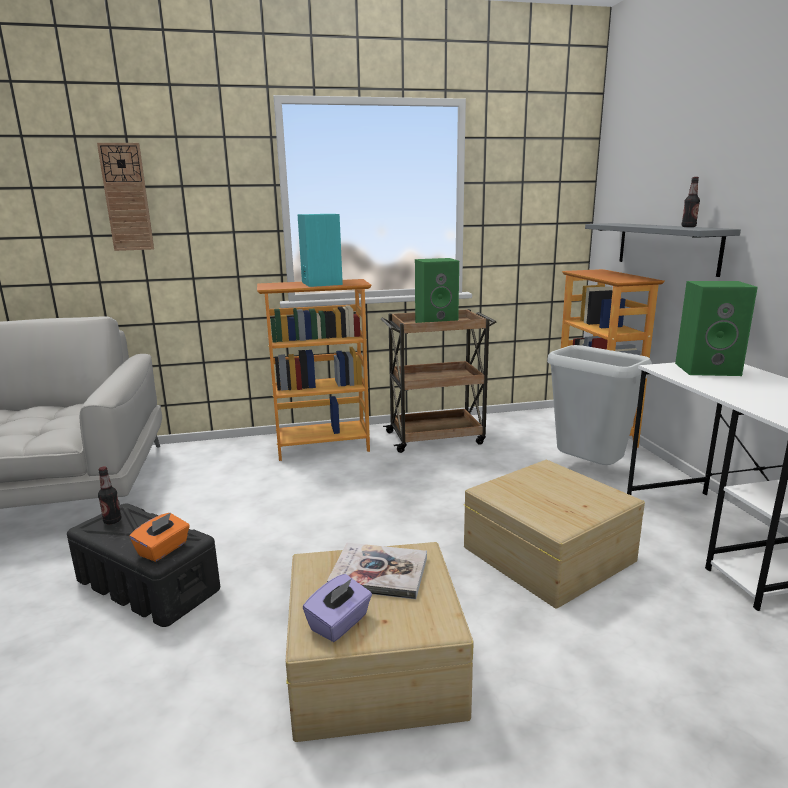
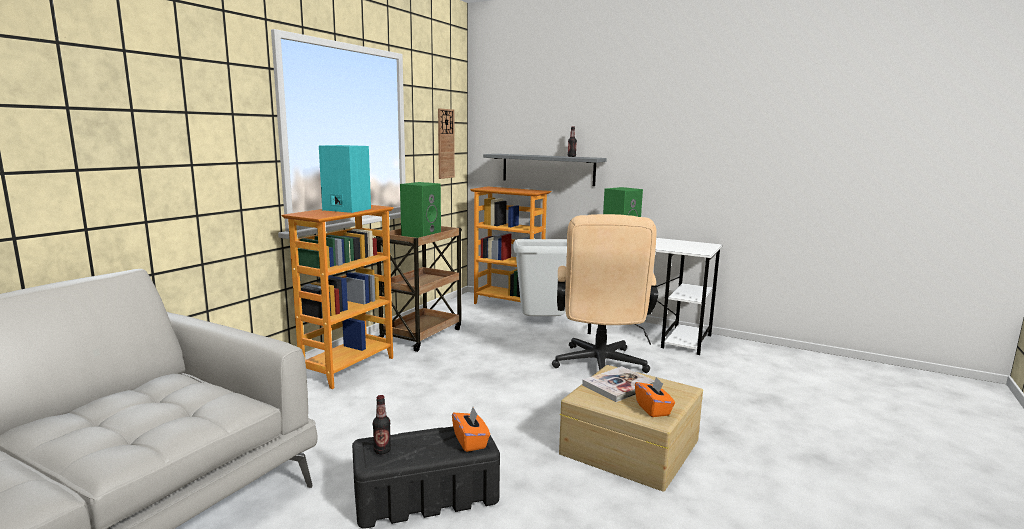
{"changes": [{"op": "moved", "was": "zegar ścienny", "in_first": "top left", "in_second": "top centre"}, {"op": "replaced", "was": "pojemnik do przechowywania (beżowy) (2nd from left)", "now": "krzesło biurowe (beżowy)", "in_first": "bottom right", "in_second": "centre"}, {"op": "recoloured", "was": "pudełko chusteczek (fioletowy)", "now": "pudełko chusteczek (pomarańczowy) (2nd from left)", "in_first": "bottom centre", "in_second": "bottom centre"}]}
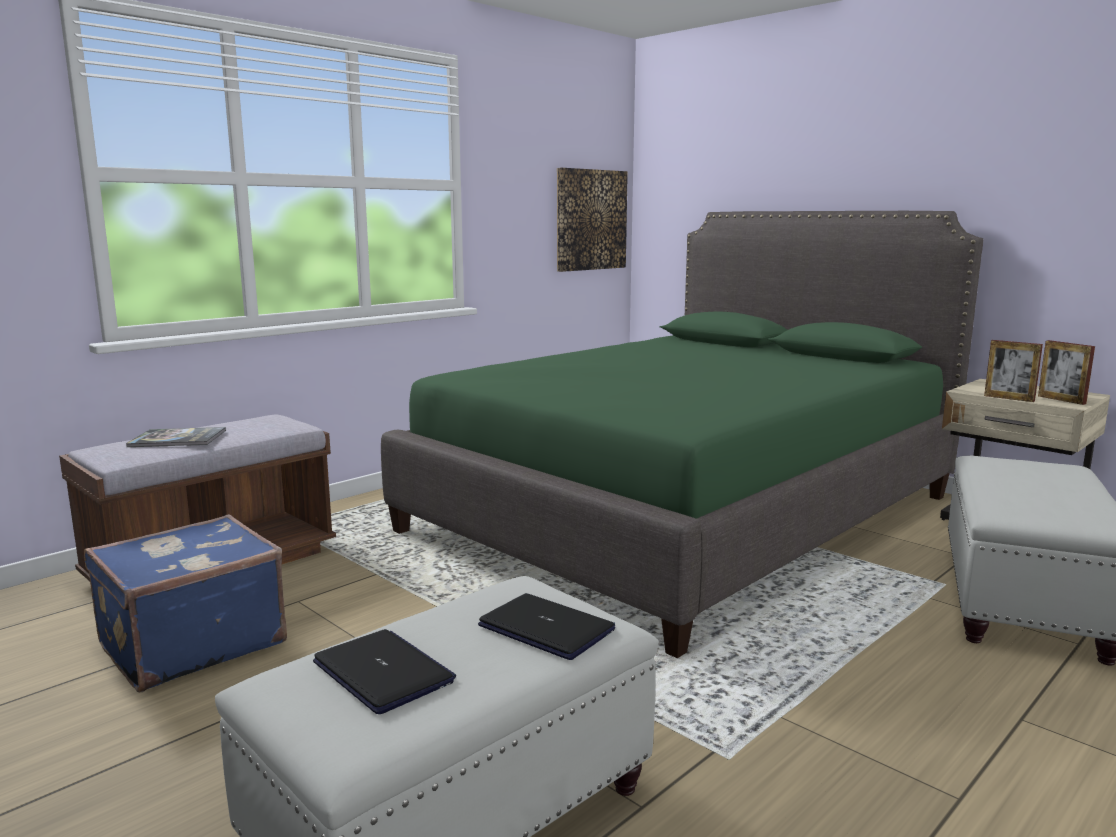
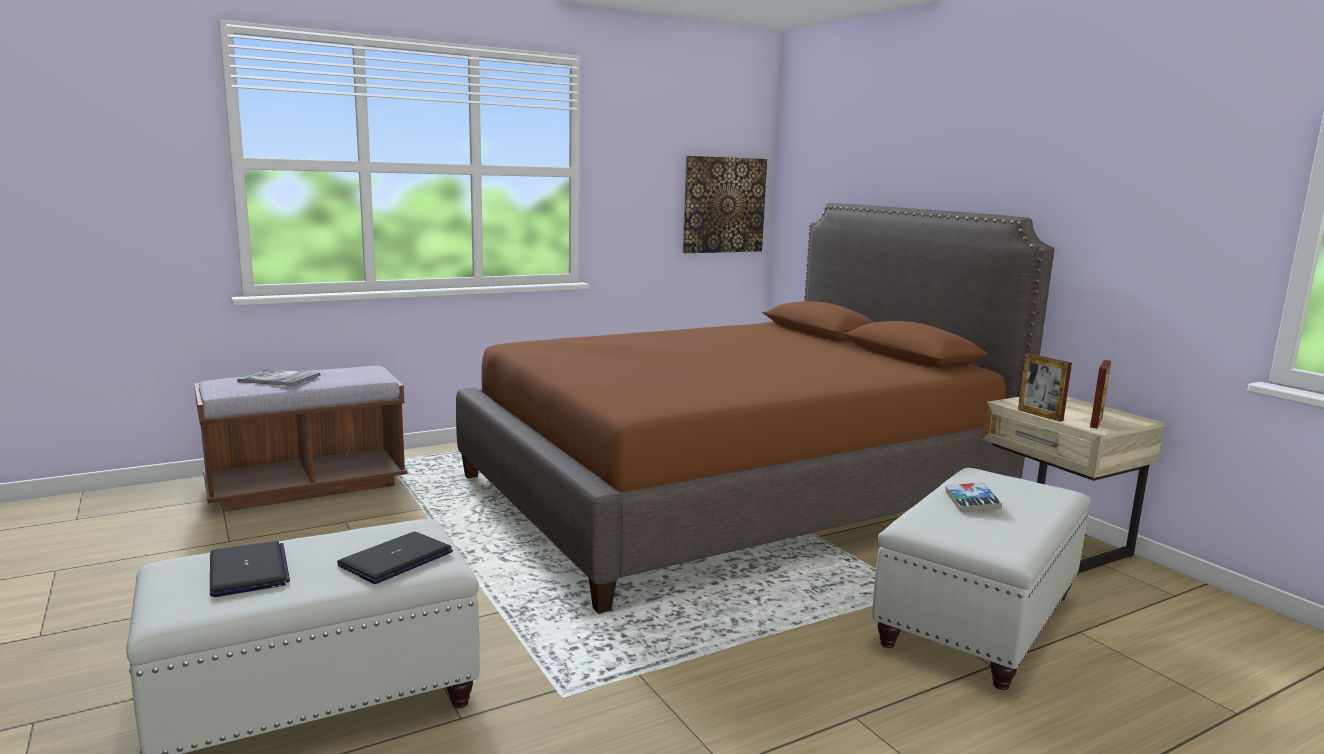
{"changes": [{"op": "turned", "was": "laptop (2nd from left)", "in_first": "bottom centre", "in_second": "bottom left", "clockwise": -105}, {"op": "recoloured", "was": "łóżko (zielony)", "now": "łóżko (brązowy)", "in_first": "centre", "in_second": "centre"}, {"op": "added", "now": "książka (2nd from left)", "in_second": "middle right"}, {"op": "turned", "was": "ramka na zdjęcie (2nd from left)", "in_first": "middle right", "in_second": "middle right", "clockwise": -135}, {"op": "removed", "was": "walizka (niebieski)", "in_first": "bottom left"}]}
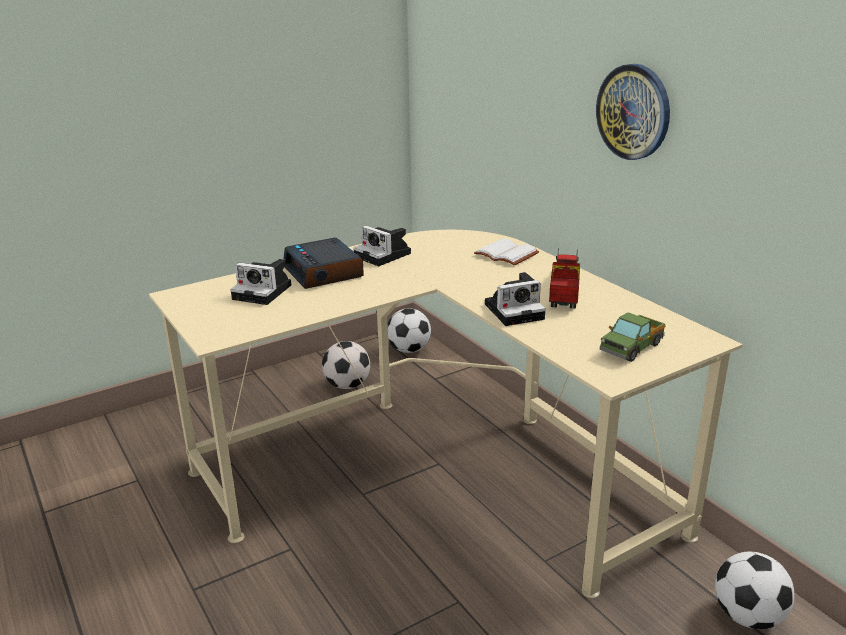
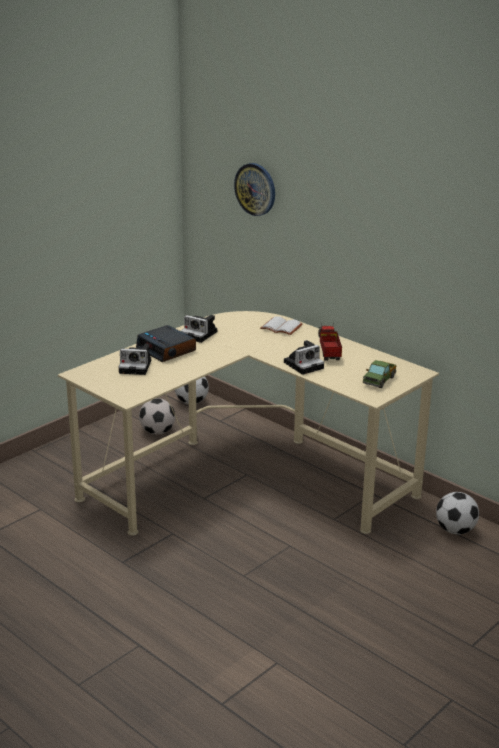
{"changes": [{"op": "moved", "was": "zegar ścienny", "in_first": "top right", "in_second": "top centre"}]}
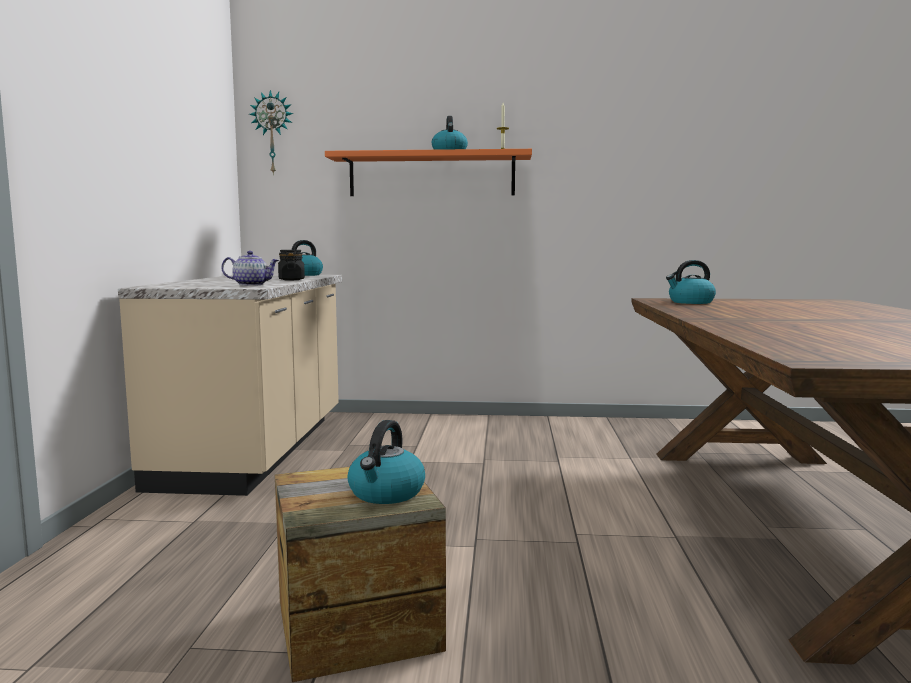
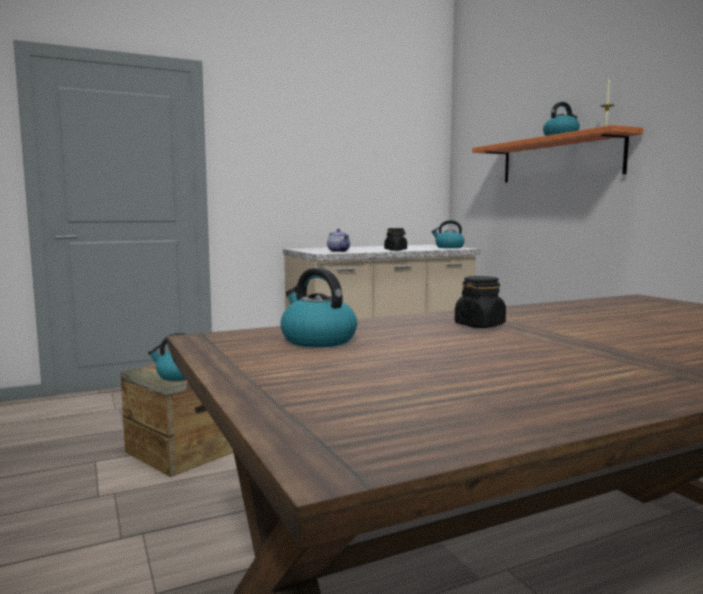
{"changes": [{"op": "moved", "was": "czajnik (4th from left in the first image)", "now": "czajnik (2nd from left)", "in_first": "middle right", "in_second": "centre"}, {"op": "added", "now": "słoik (czarny) (2nd from left)", "in_second": "middle right"}, {"op": "removed", "was": "zegar ścienny", "in_first": "top left"}]}
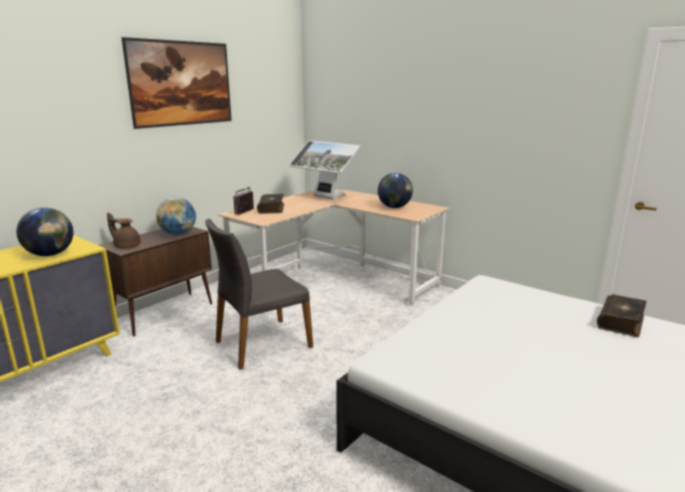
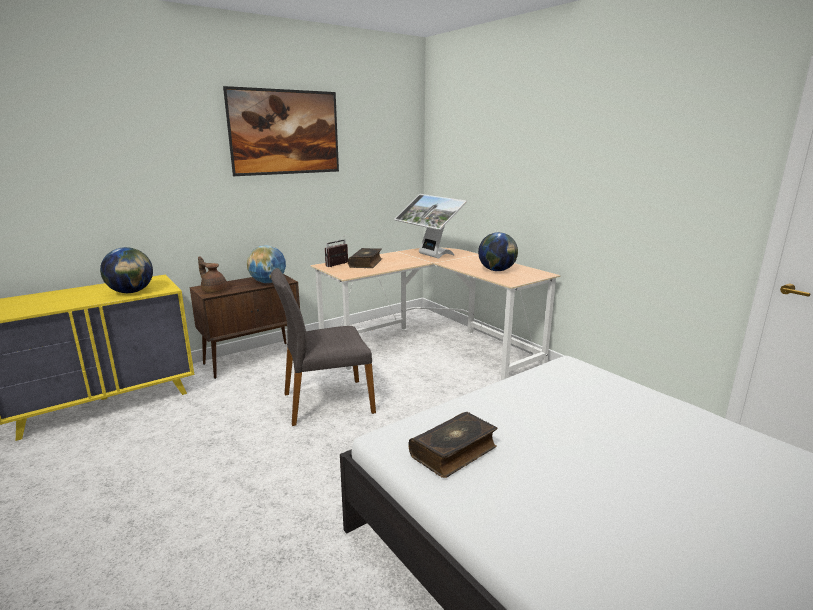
{"changes": [{"op": "moved", "was": "książka (2nd from left)", "in_first": "middle right", "in_second": "bottom centre"}]}
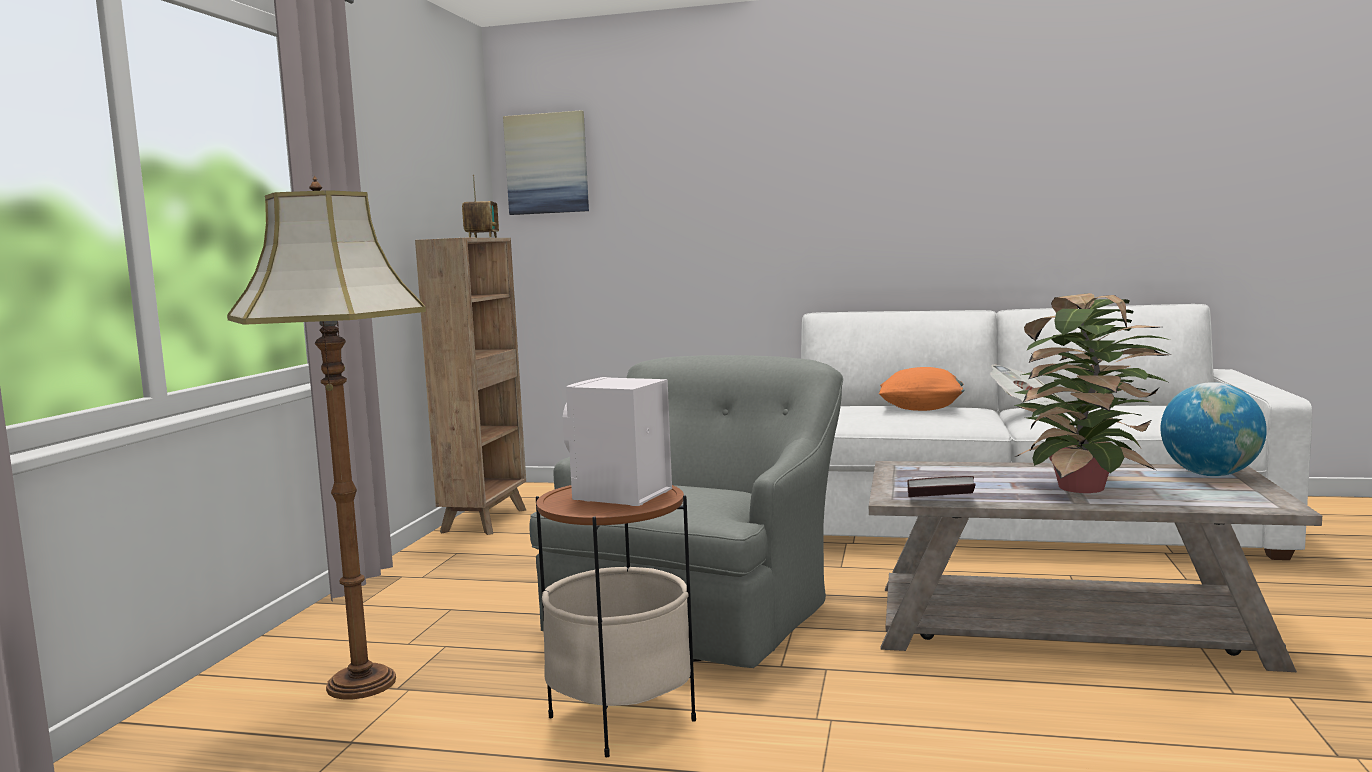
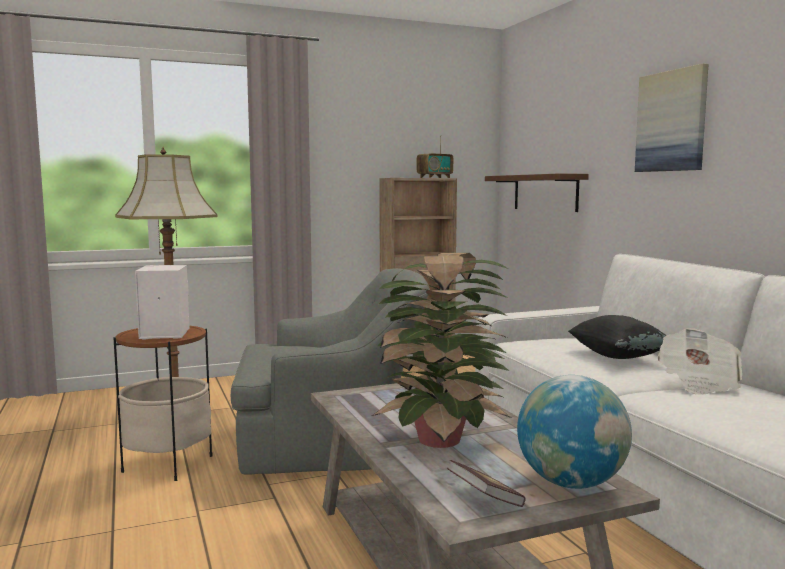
{"changes": [{"op": "moved", "was": "książka", "in_first": "middle right", "in_second": "bottom centre"}, {"op": "added", "now": "półka (brązowy)", "in_second": "middle right"}, {"op": "recoloured", "was": "poduszka (pomarańczowy)", "now": "poduszka (czarny)", "in_first": "middle right", "in_second": "middle right"}, {"op": "moved", "was": "obraz", "in_first": "top centre", "in_second": "top right"}]}
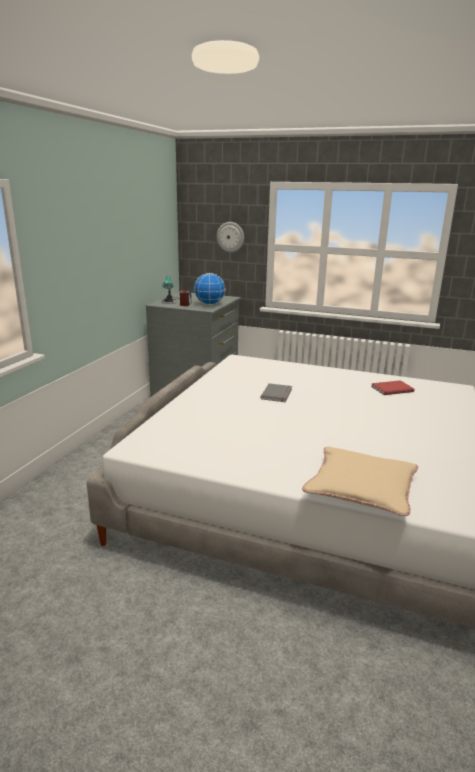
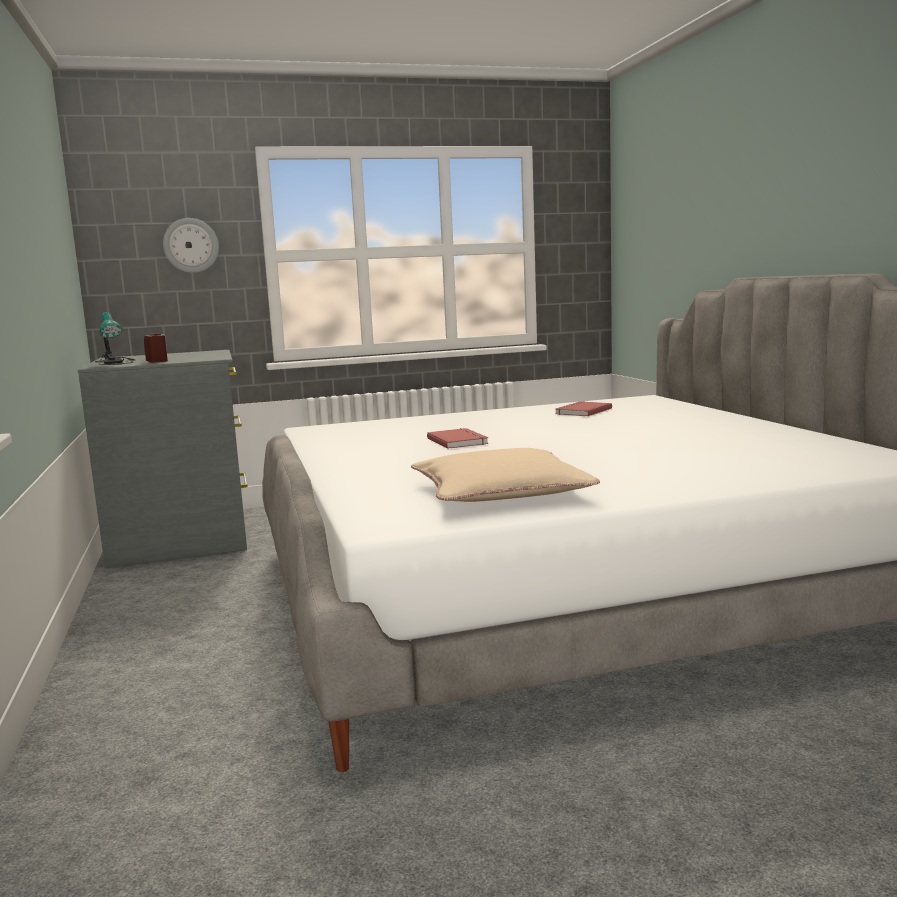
{"changes": [{"op": "moved", "was": "poduszka (beżowy)", "in_first": "middle right", "in_second": "centre"}, {"op": "recoloured", "was": "książka (szary)", "now": "książka (czerwony) (1st from left)", "in_first": "centre", "in_second": "centre"}, {"op": "removed", "was": "globus", "in_first": "centre"}]}
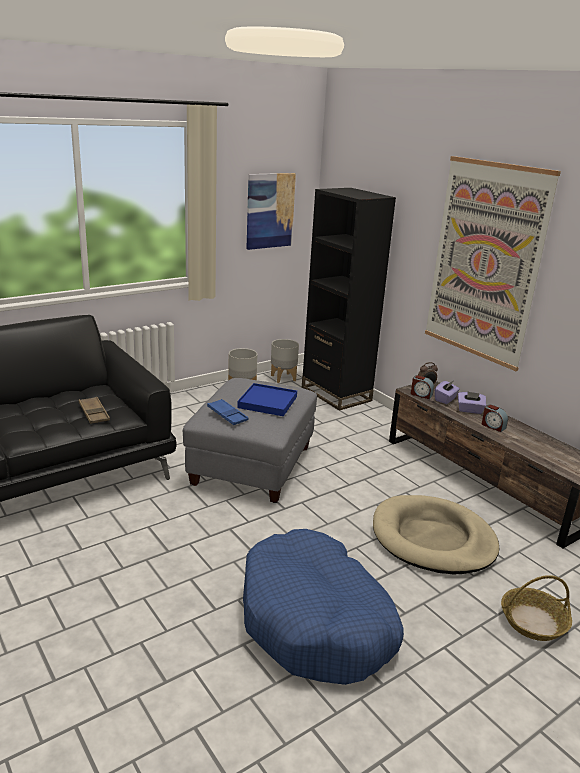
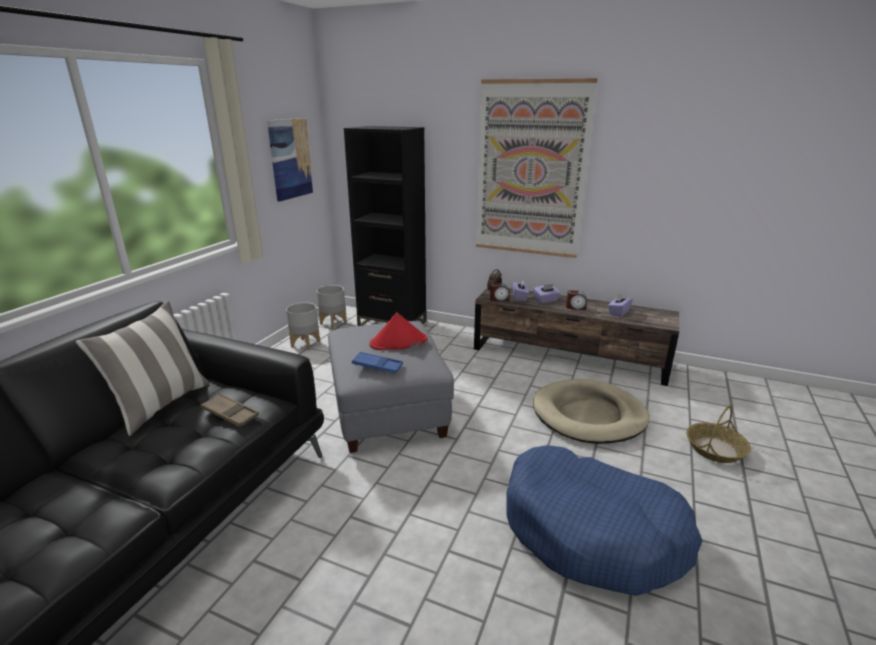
{"changes": [{"op": "added", "now": "poduszka", "in_second": "middle left"}, {"op": "replaced", "was": "taca (niebieski) (2nd from left)", "now": "kapelusz (czerwony)", "in_first": "centre", "in_second": "centre"}, {"op": "added", "now": "pudełko chusteczek (fioletowy) (3rd from left)", "in_second": "middle right"}]}
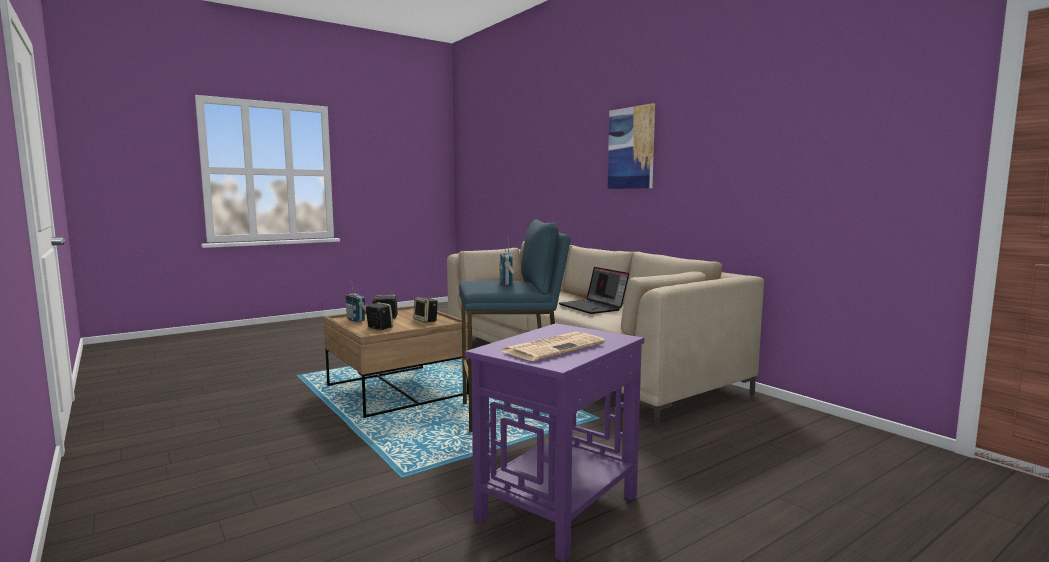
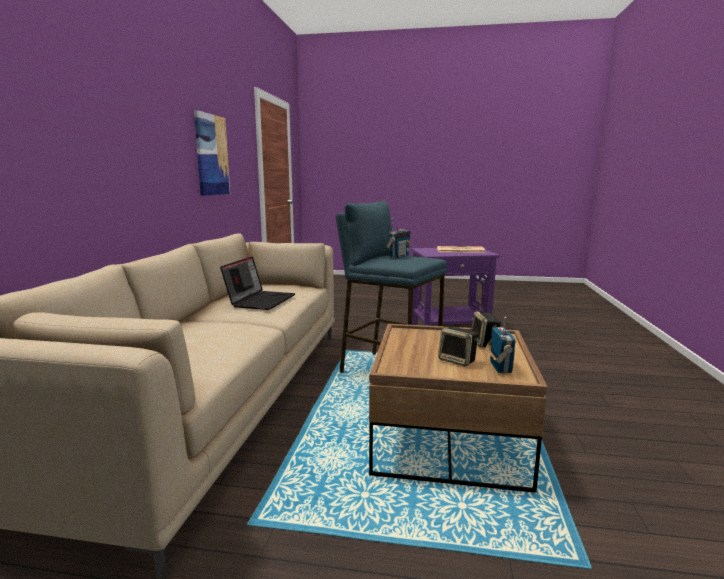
{"changes": [{"op": "moved", "was": "obraz", "in_first": "top centre", "in_second": "top left"}, {"op": "removed", "was": "głośnik (3rd from left)", "in_first": "centre"}]}
